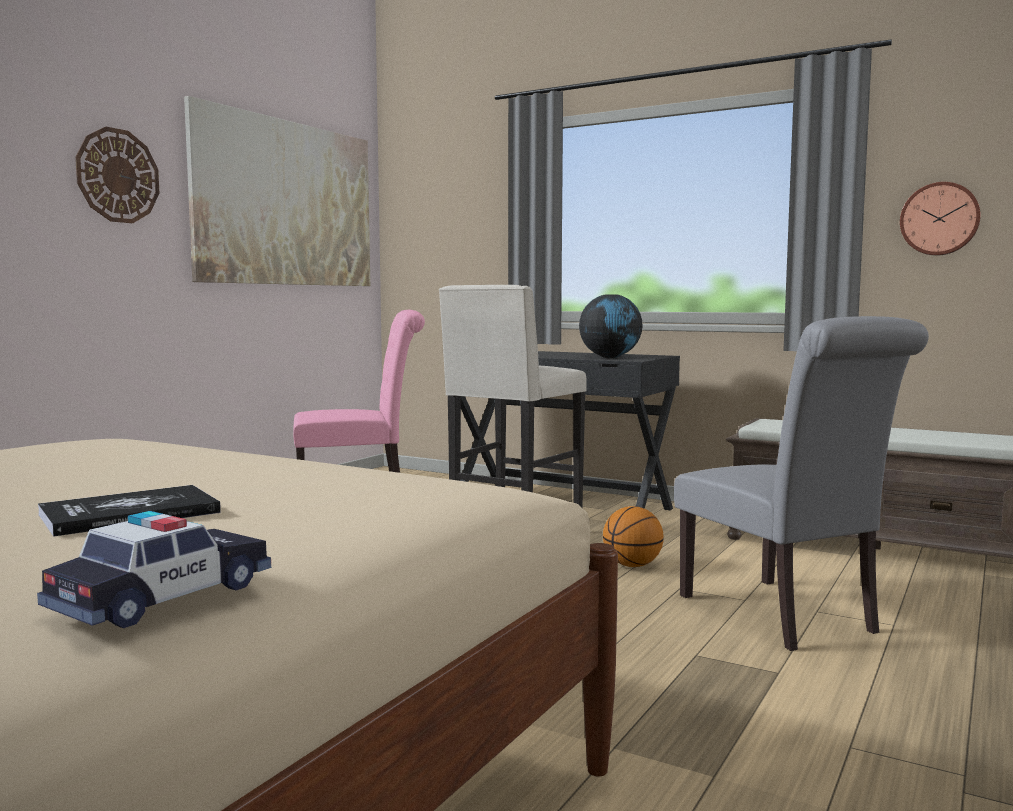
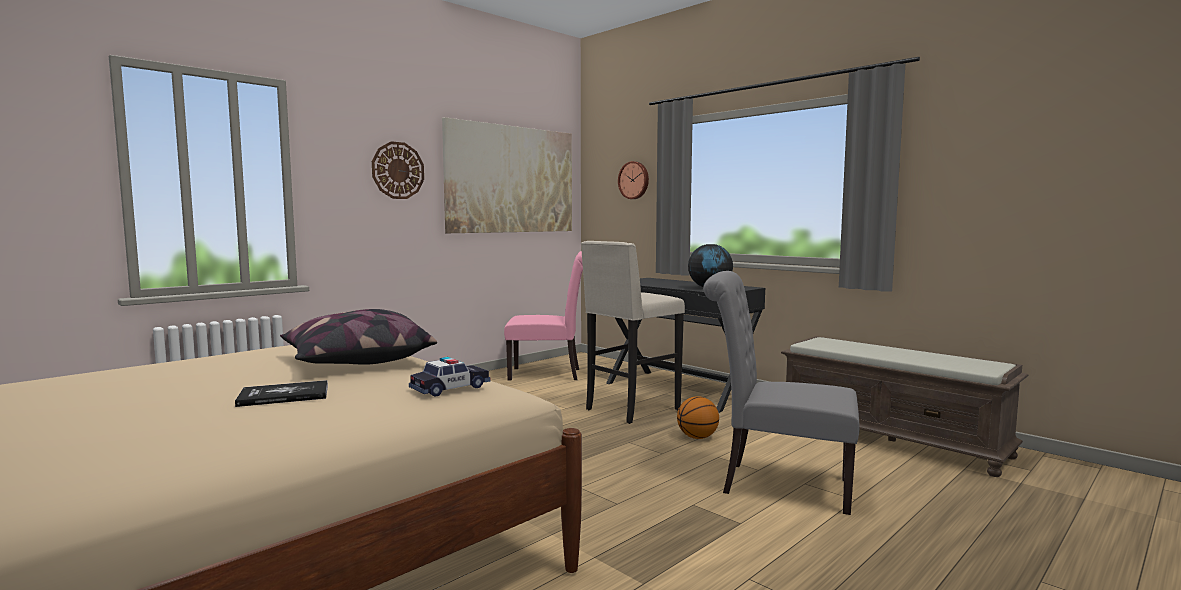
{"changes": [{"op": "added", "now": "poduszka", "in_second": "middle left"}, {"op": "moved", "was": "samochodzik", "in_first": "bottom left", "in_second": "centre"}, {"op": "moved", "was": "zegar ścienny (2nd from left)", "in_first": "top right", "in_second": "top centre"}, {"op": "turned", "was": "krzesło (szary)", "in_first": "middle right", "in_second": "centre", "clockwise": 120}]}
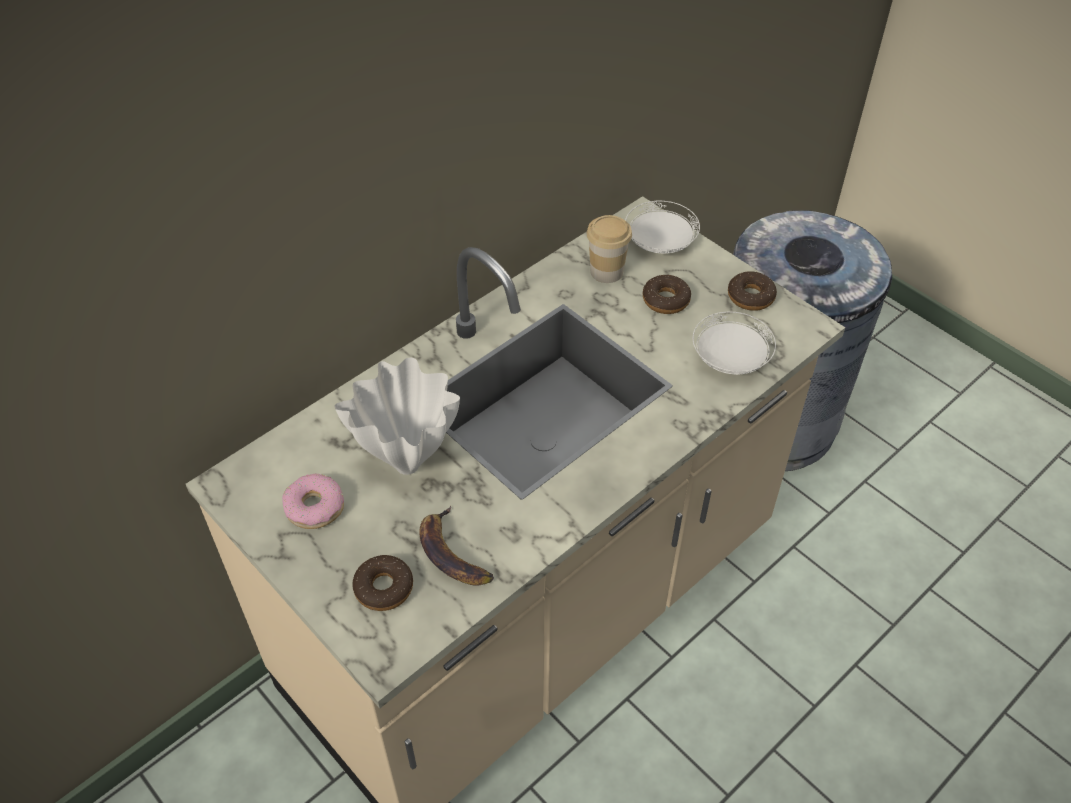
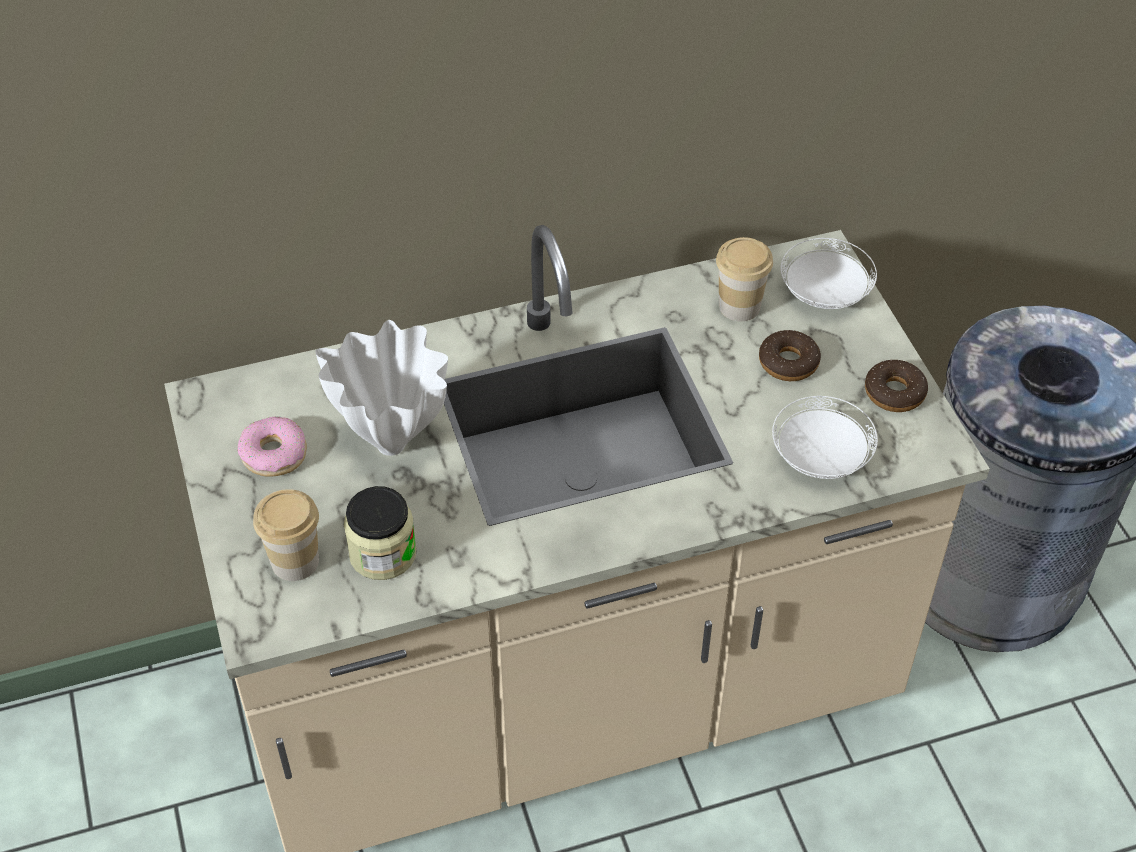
{"changes": [{"op": "replaced", "was": "donut (2nd from left)", "now": "filiżanka (1st from left)", "in_first": "bottom centre", "in_second": "middle left"}, {"op": "replaced", "was": "banan", "now": "słoik", "in_first": "bottom centre", "in_second": "centre"}]}
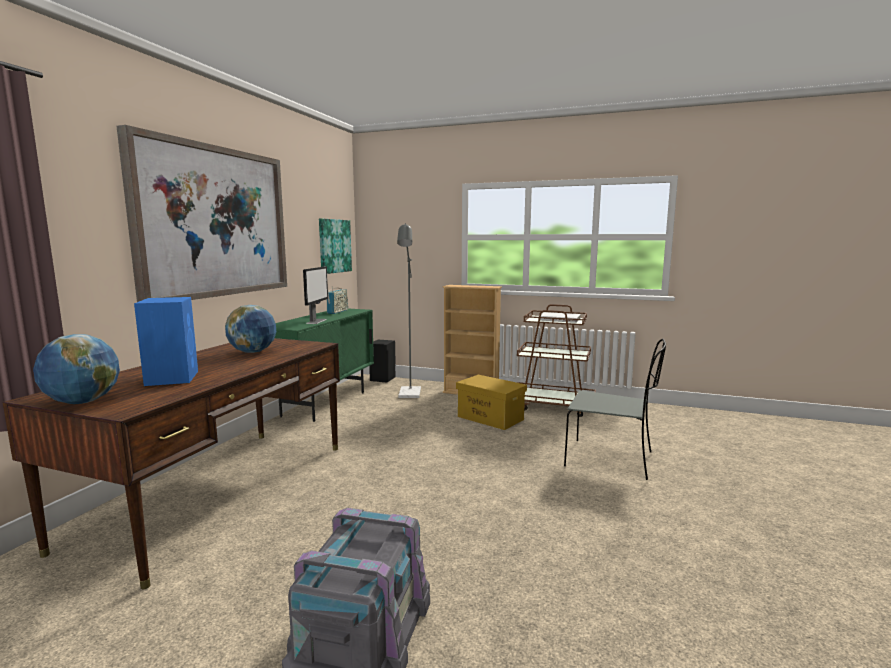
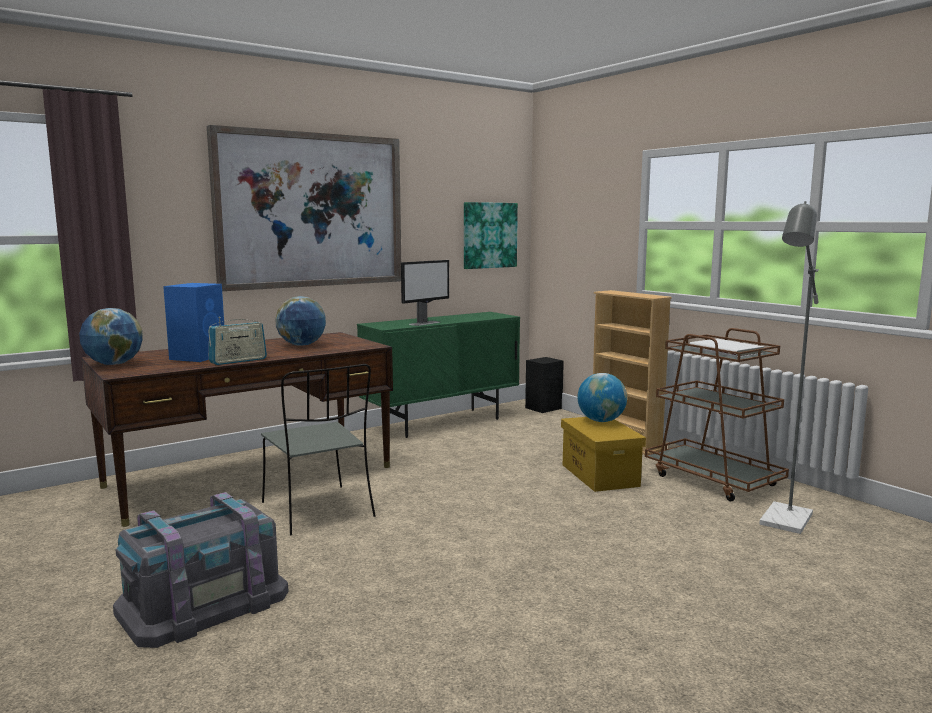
{"changes": [{"op": "moved", "was": "radio", "in_first": "centre", "in_second": "middle left"}, {"op": "moved", "was": "krzesło (szary)", "in_first": "middle right", "in_second": "centre"}, {"op": "added", "now": "globus (3rd from left)", "in_second": "centre"}, {"op": "moved", "was": "lampa stojąca (szary)", "in_first": "centre", "in_second": "middle right"}]}
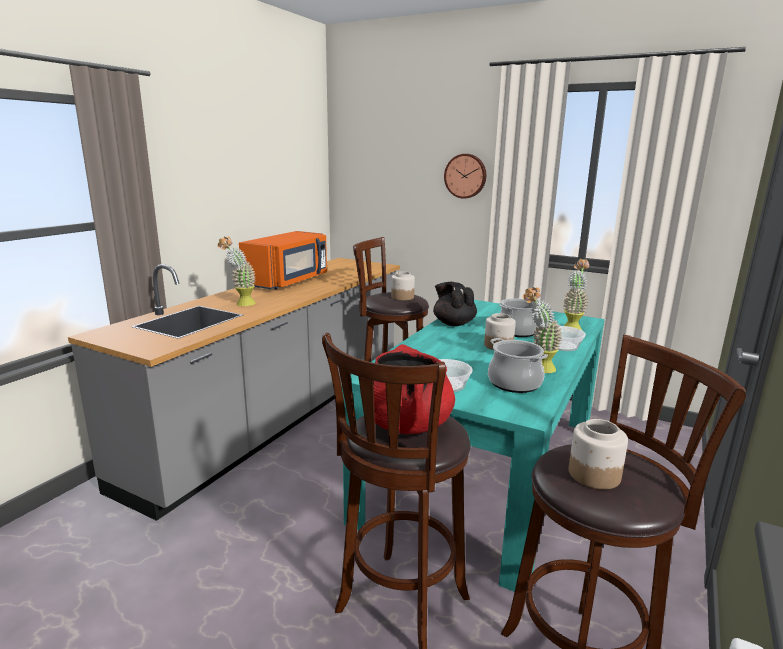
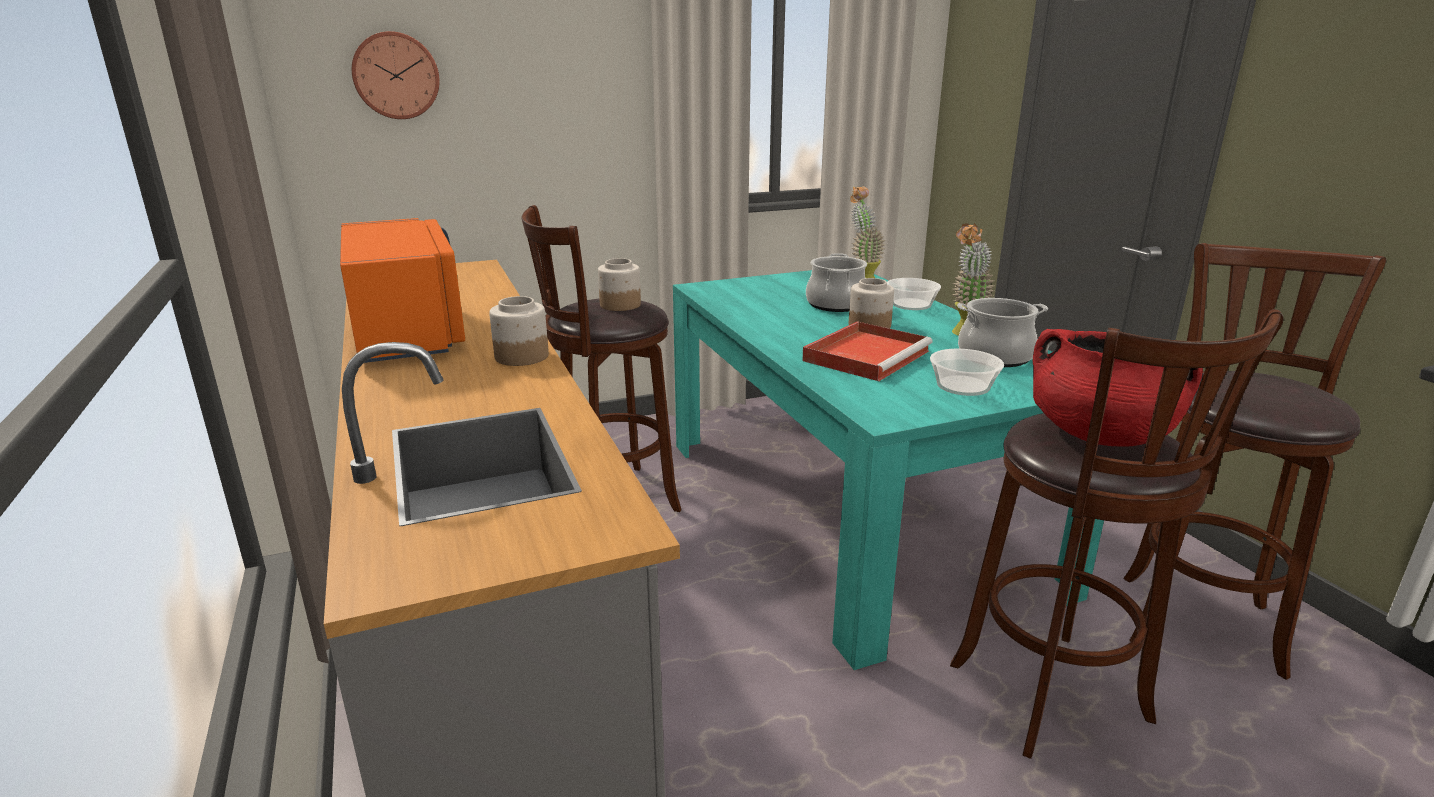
{"changes": [{"op": "moved", "was": "zegar ścienny", "in_first": "top centre", "in_second": "top left"}, {"op": "moved", "was": "słoik (3rd from left in the first image)", "now": "słoik (1st from left)", "in_first": "bottom right", "in_second": "centre"}, {"op": "added", "now": "taca (czerwony)", "in_second": "centre"}, {"op": "removed", "was": "roślina doniczkowa (1st from left)", "in_first": "middle left"}, {"op": "removed", "was": "imbryk (czarny)", "in_first": "centre"}]}
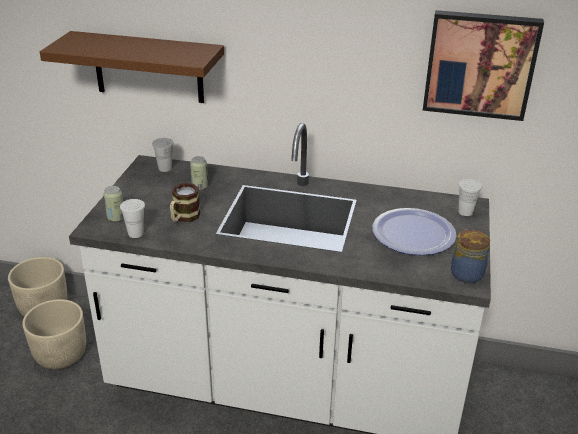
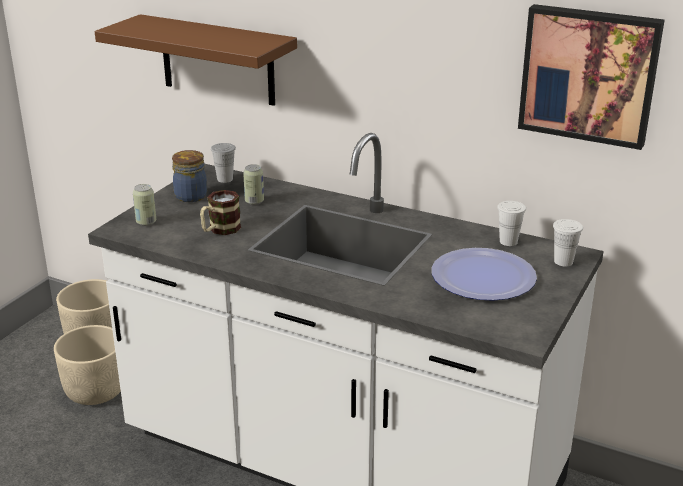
{"changes": [{"op": "moved", "was": "słoik", "in_first": "middle right", "in_second": "middle left"}, {"op": "moved", "was": "filiżanka (biały) (1st from left in the first image)", "now": "filiżanka (biały) (2nd from left)", "in_first": "middle left", "in_second": "middle right"}]}
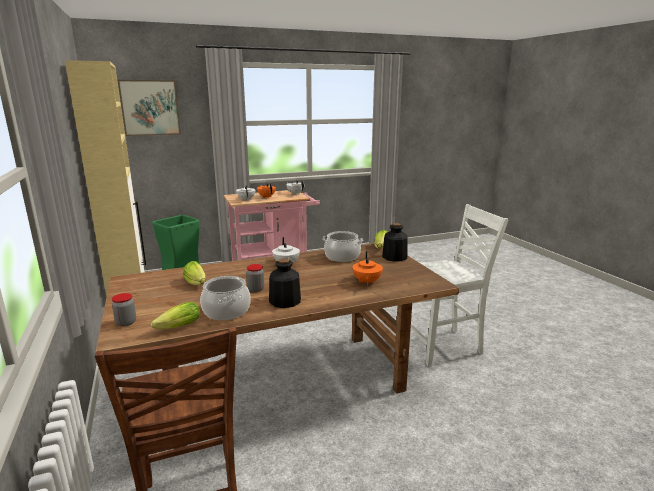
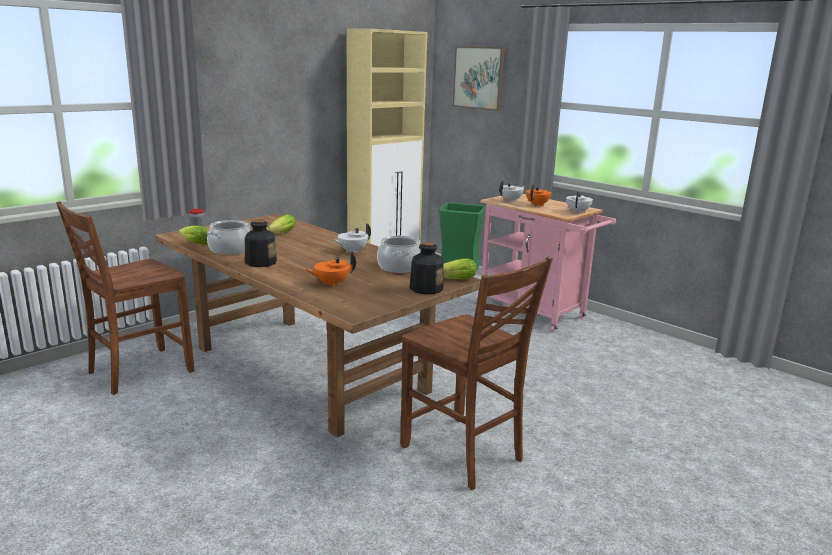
{"changes": [{"op": "recoloured", "was": "krzesło (biały)", "now": "krzesło (brązowy) (2nd from left)", "in_first": "middle right", "in_second": "bottom centre"}, {"op": "removed", "was": "słoik (2nd from left)", "in_first": "centre"}]}
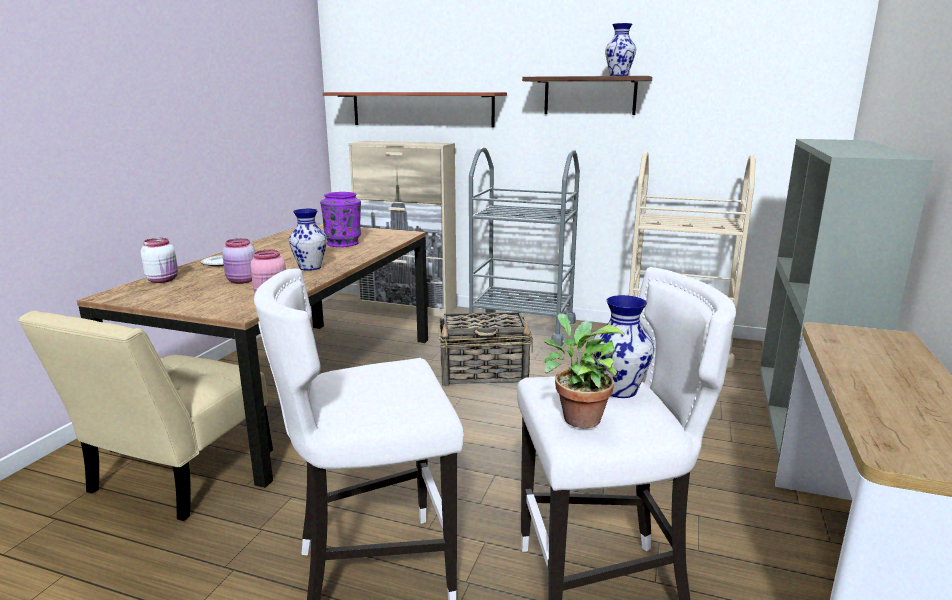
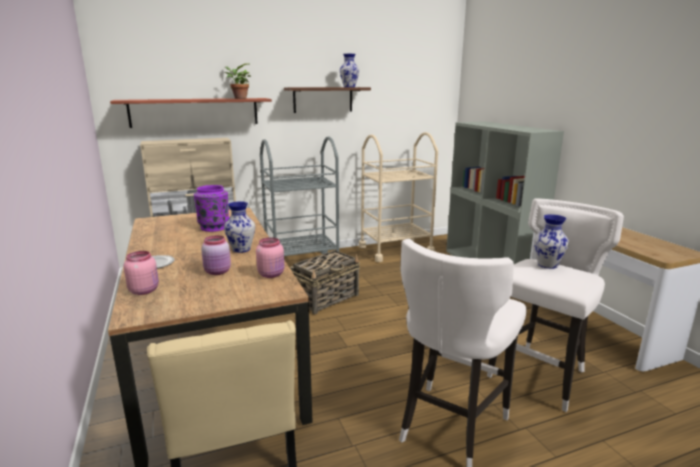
{"changes": [{"op": "recoloured", "was": "słoik (biały)", "now": "słoik (różowy) (1st from left)", "in_first": "middle left", "in_second": "middle left"}, {"op": "moved", "was": "roślina doniczkowa", "in_first": "centre", "in_second": "top centre"}]}
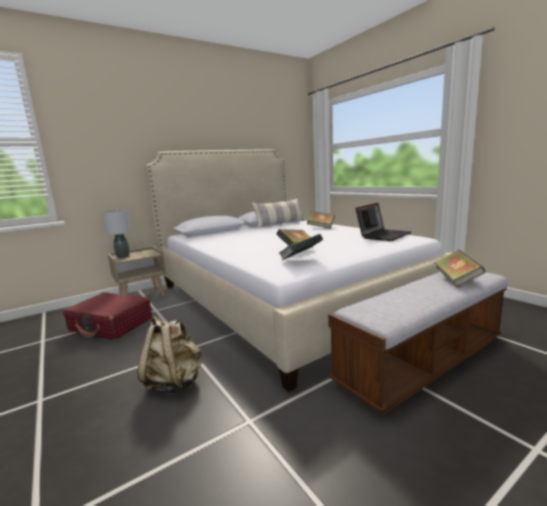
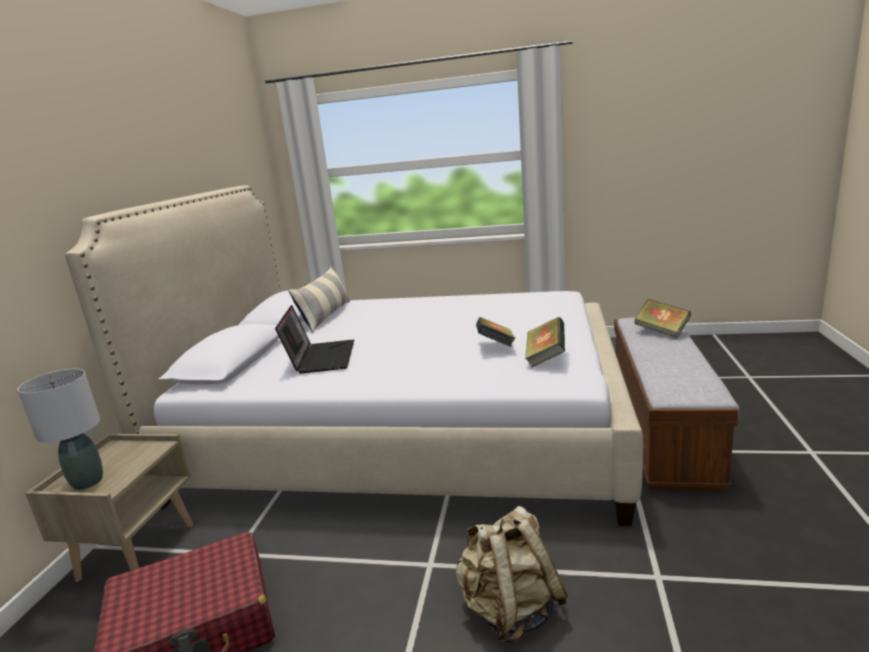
{"changes": [{"op": "moved", "was": "laptop", "in_first": "middle right", "in_second": "centre"}, {"op": "removed", "was": "książka (3rd from left)", "in_first": "centre"}]}
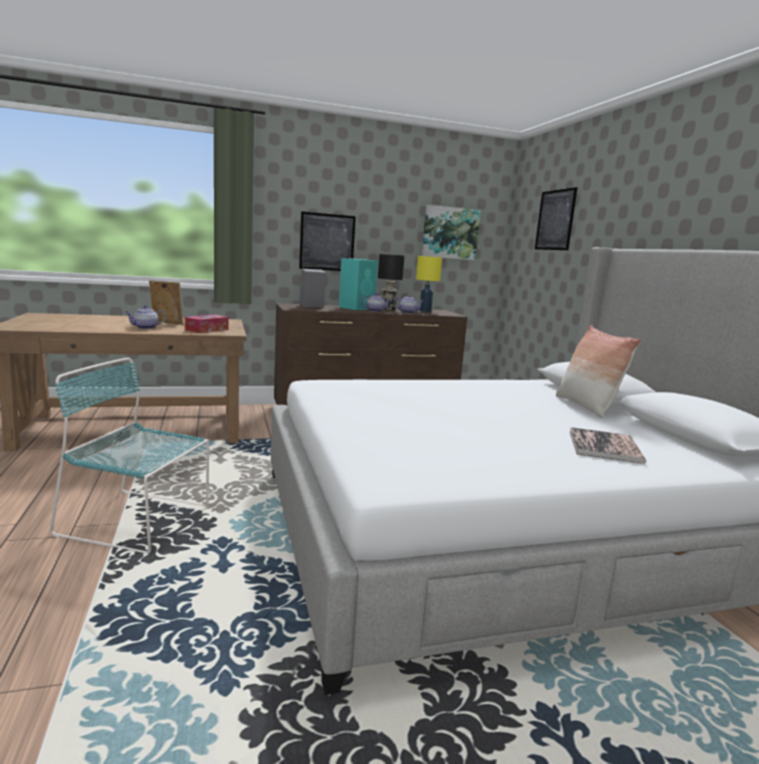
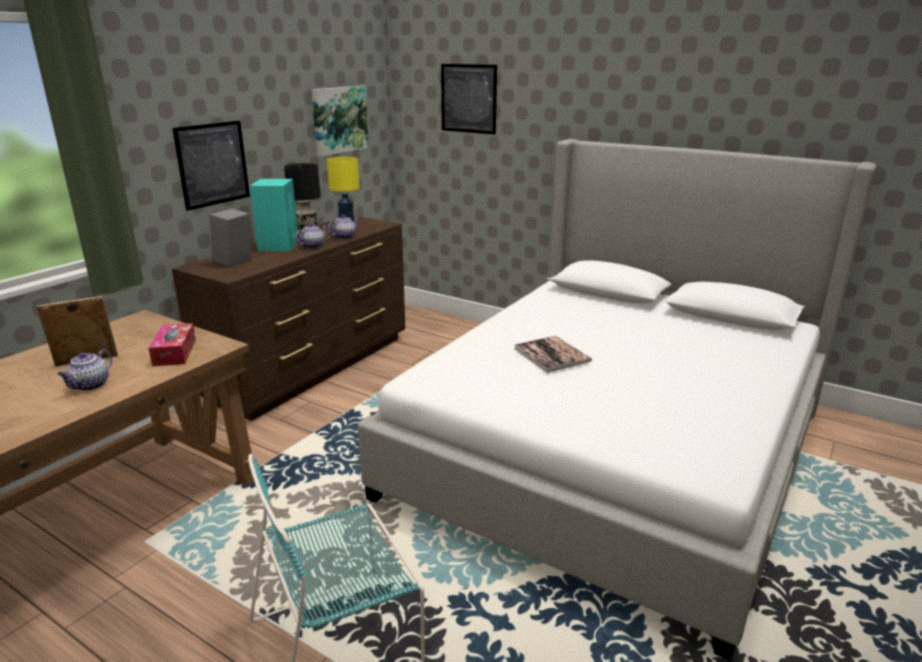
{"changes": [{"op": "moved", "was": "książka", "in_first": "middle right", "in_second": "centre"}, {"op": "removed", "was": "poduszka", "in_first": "middle right"}]}
